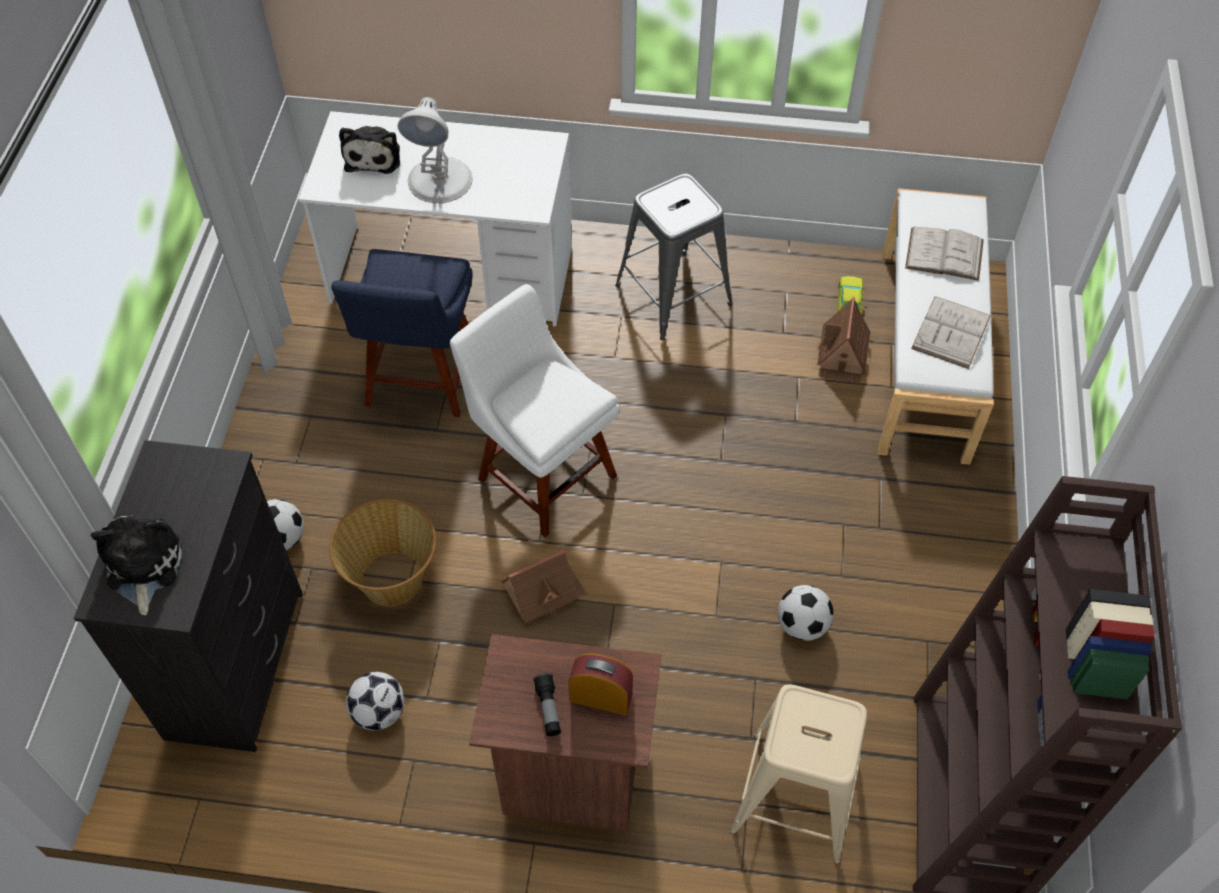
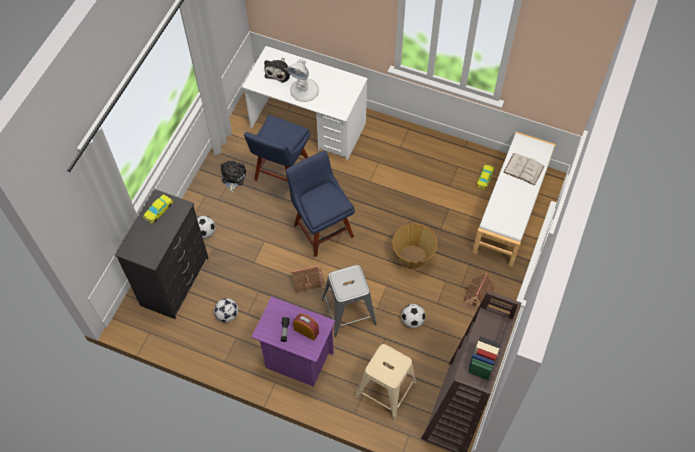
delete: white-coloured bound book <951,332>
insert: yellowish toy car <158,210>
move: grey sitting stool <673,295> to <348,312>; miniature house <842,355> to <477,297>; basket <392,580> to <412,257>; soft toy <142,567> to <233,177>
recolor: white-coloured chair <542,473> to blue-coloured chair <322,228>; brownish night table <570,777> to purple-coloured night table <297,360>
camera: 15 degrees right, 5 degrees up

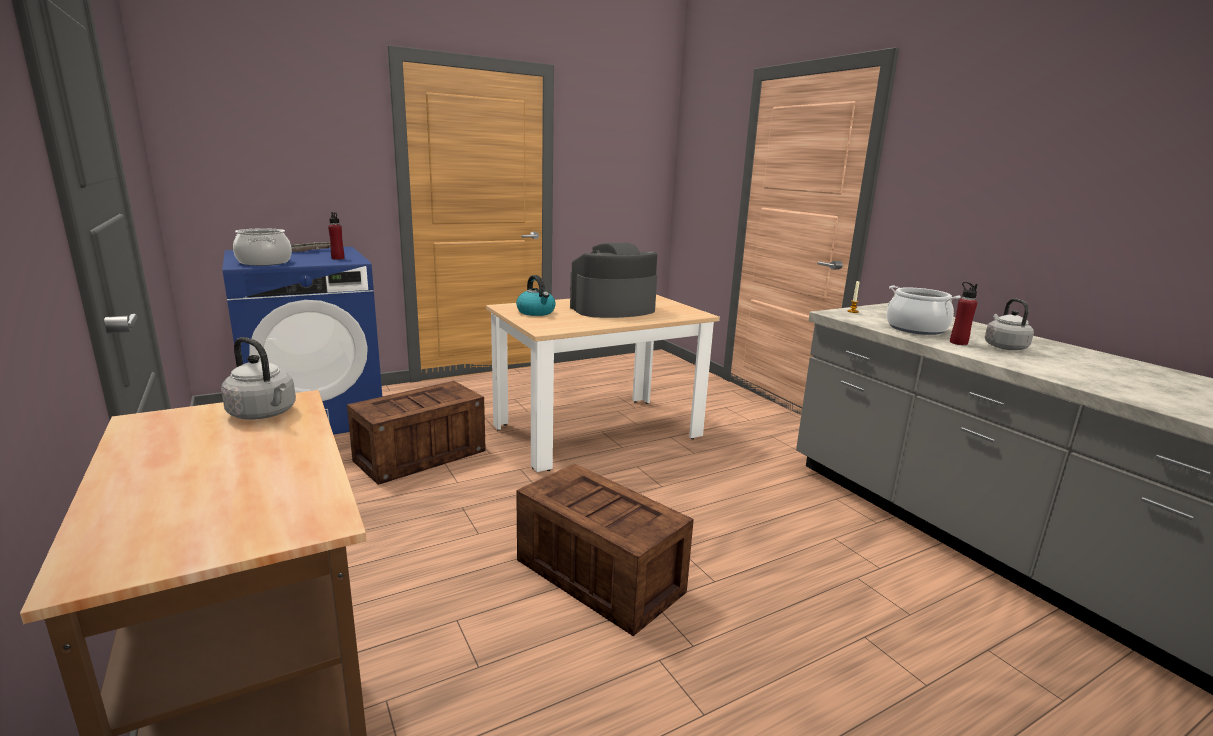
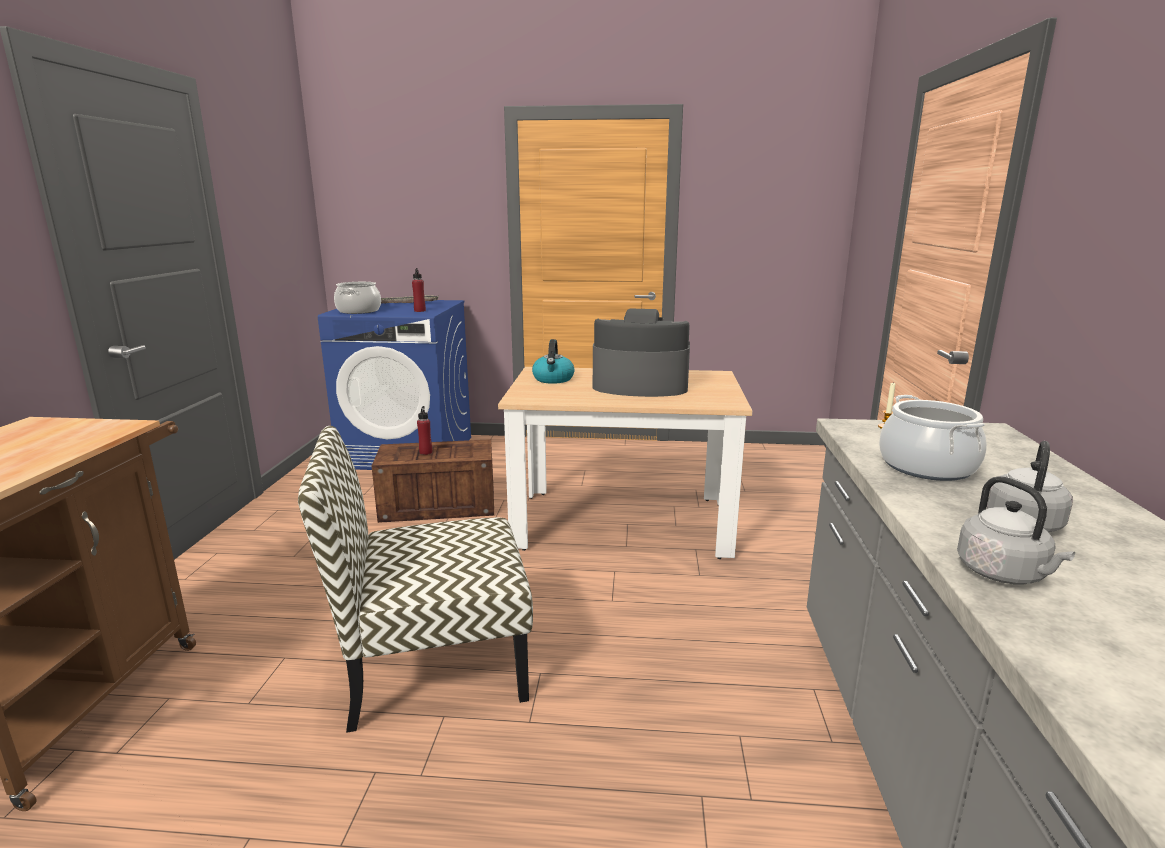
move: red-coloured beverage bottle <958,343> to <426,452>; grey water kettle <264,414> to <1004,574>
replace: packing crate <597,575> to chair <432,666>
camera: 35 degrees right, 0 degrees up

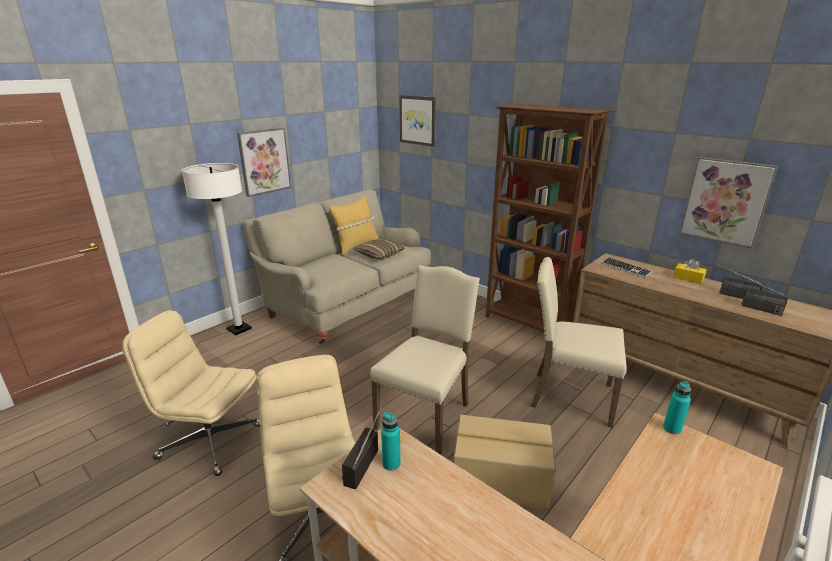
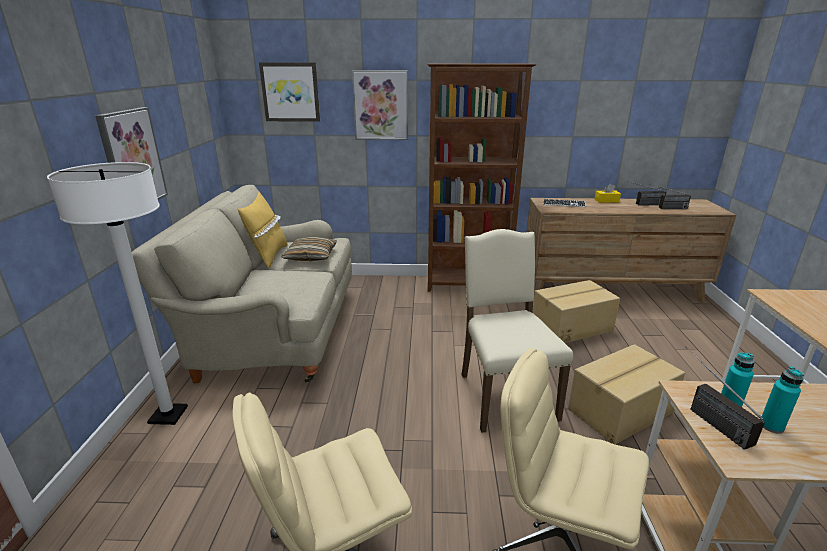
move: picture <725,201> to <380,105>; turquoise beverage bottle <672,428> to <771,426>
replace: beige chair <569,396> to packing box <570,327>
camera: 40 degrees left, 0 degrees up

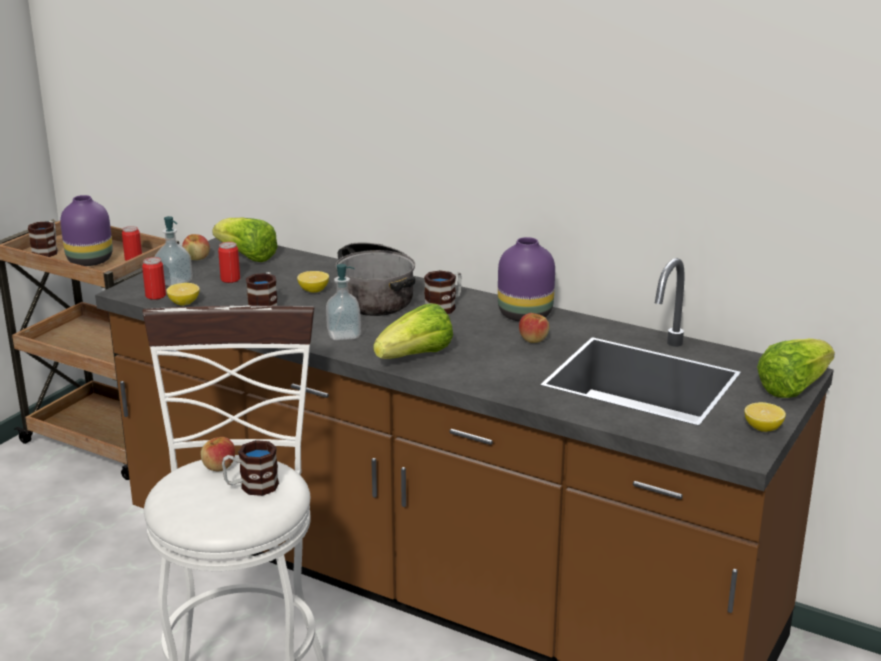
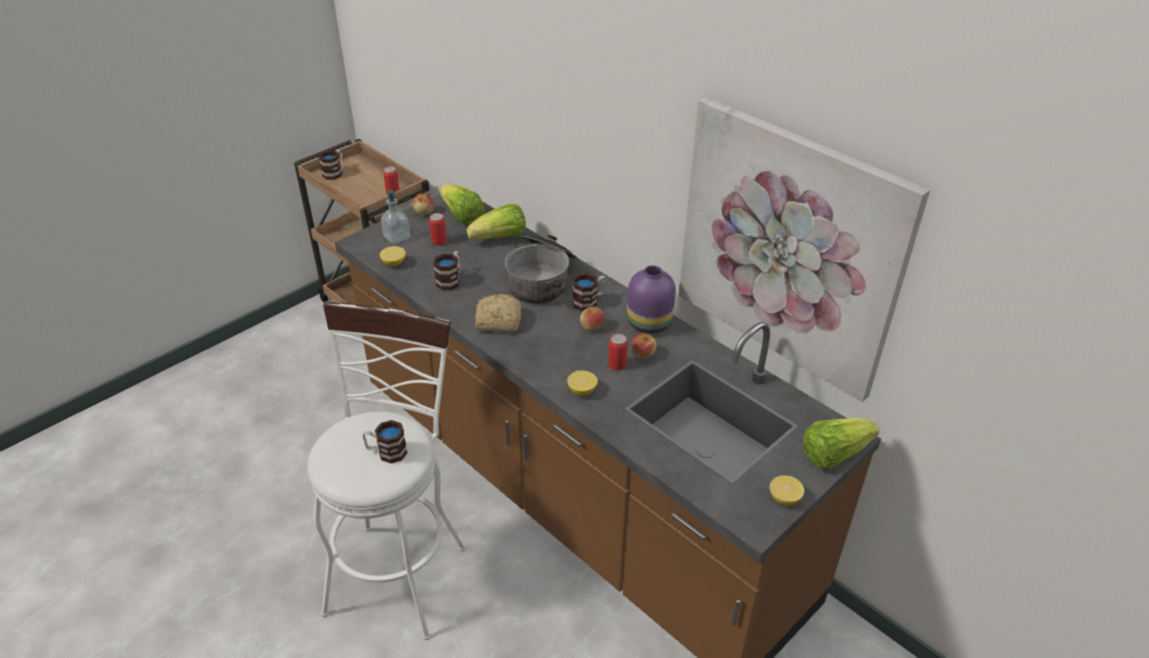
delete: purple-coloured flower vase <91,261>
insert: picture <789,248>
move: sealed can <155,296> to <617,364>; citrus fruit <313,290> to <582,390>; lettuce head <416,356> to <500,238>; whole apple <219,467> to <592,327>
replace: soap bottle <344,335> to bread <497,321>
camera: 15 degrees right, 15 degrees up

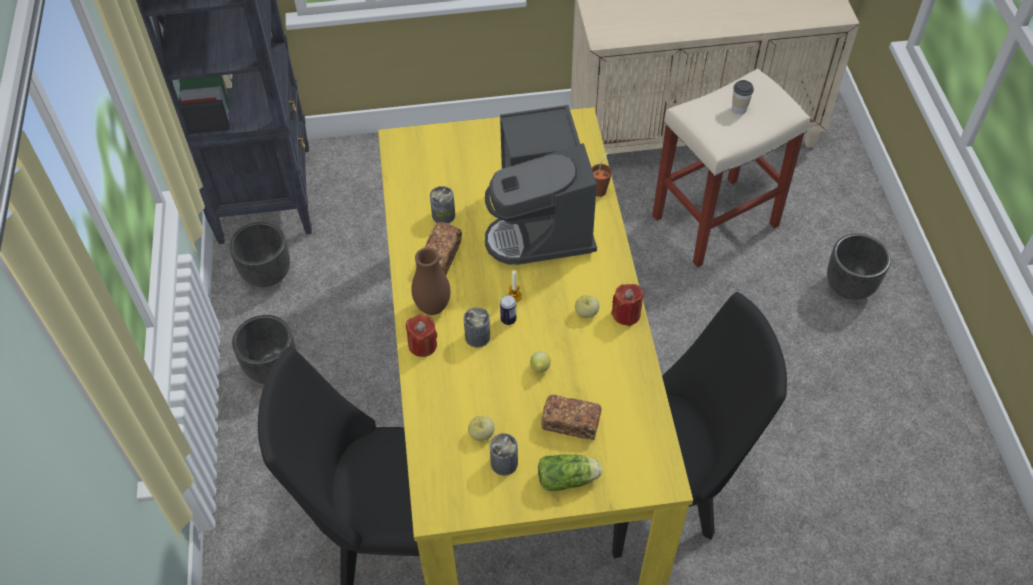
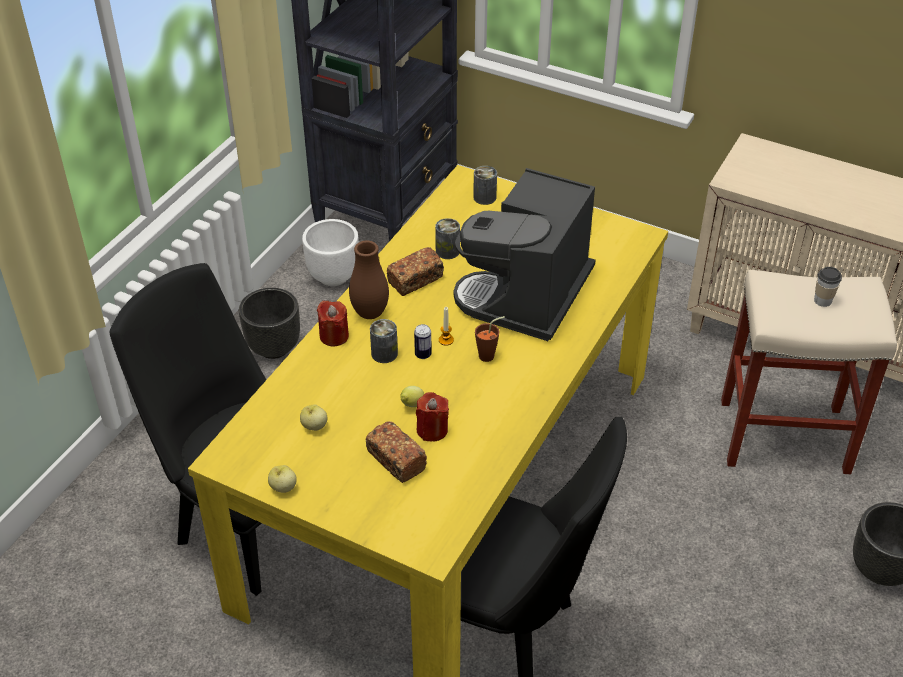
delete: lettuce head <569,479>
move: brownish small cup <601,189> to <490,355>; red-coloured candle <626,314> to <432,430>; whole apple <586,313> to <283,487>; sealed can <504,463> to <484,197>
recolor: blackish plant pot <268,275> to white-coloured plant pot <334,277>
camera: 35 degrees right, 10 degrees down

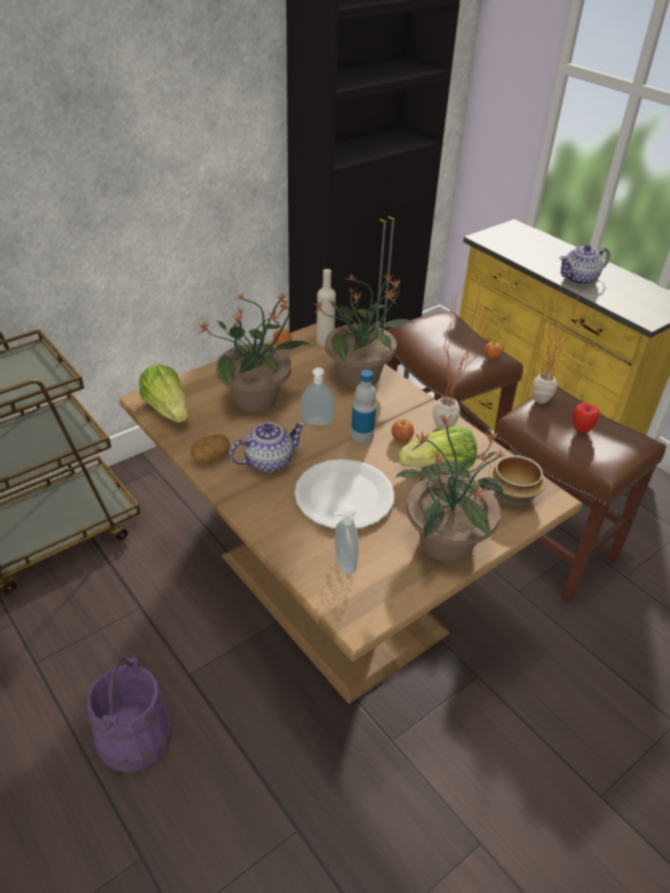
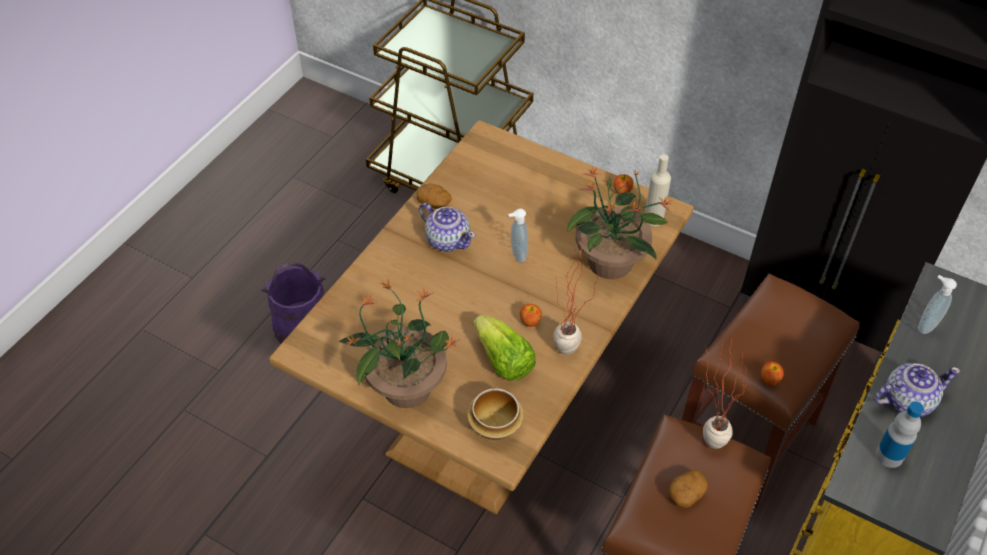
delete: potted plant <257,399>; lettuce head <167,409>; white-coloured plate <344,496>
move: beverage bottle <362,435> to <889,455>; soap bottle <343,564> to <925,325>
replace: whole apple <581,430> to spud <686,493>
rotate: pot for tea <579,279> = <907,400> 120 degrees clockwise
camera: 70 degrees right, 10 degrees up

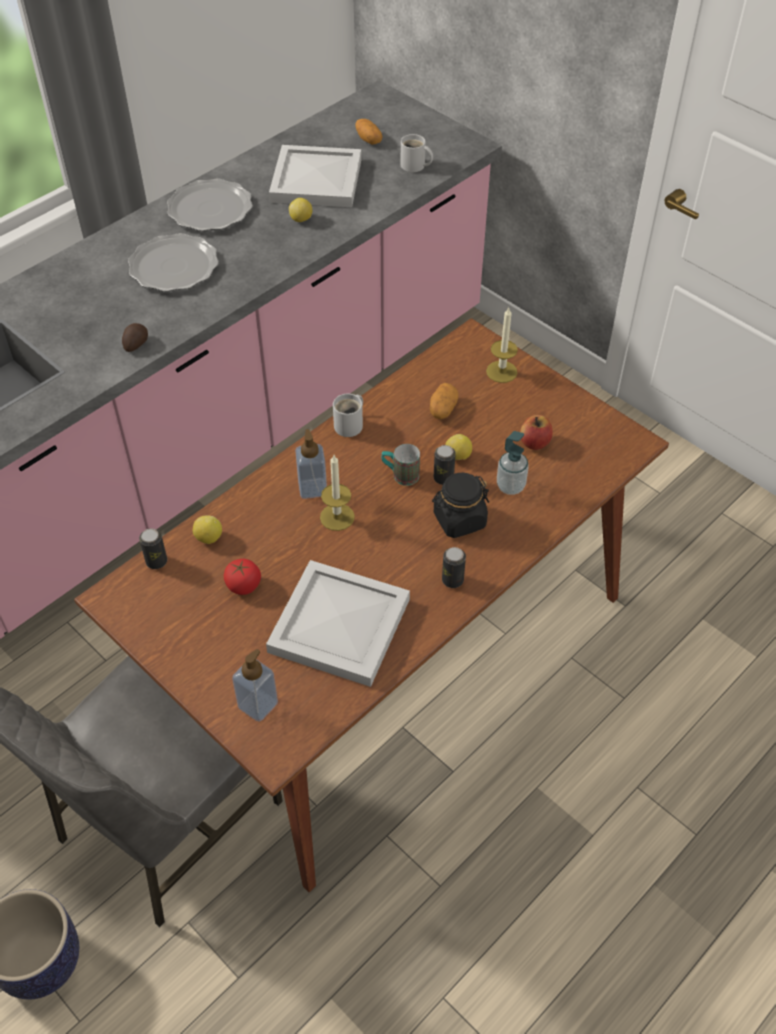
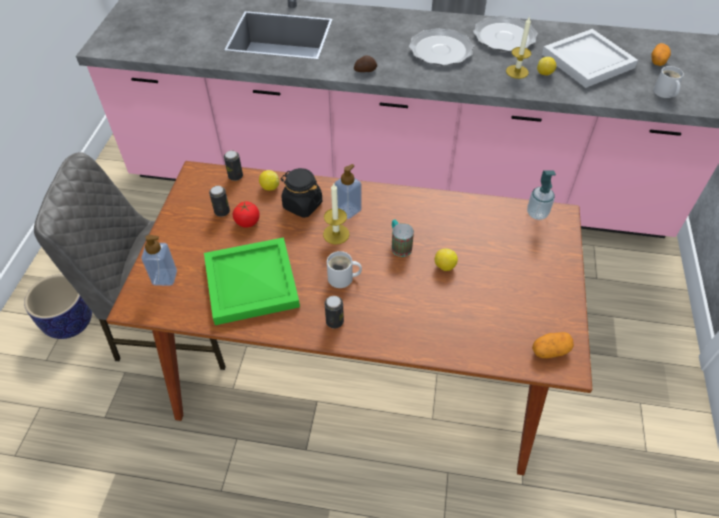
delete: whole apple <535,442>
move: candle <501,371> to <517,72>; spud <442,409> to <550,350>; white-coloured tea mug <351,425> to <343,279>; soap bottle <510,486> to <537,213>; sealed can <443,478> to <222,211>; blackish jar <459,520> to <302,205>
recolor: white-coloured tray <342,624> to green-coloured tray <253,283>
camera: 55 degrees right, 0 degrees up

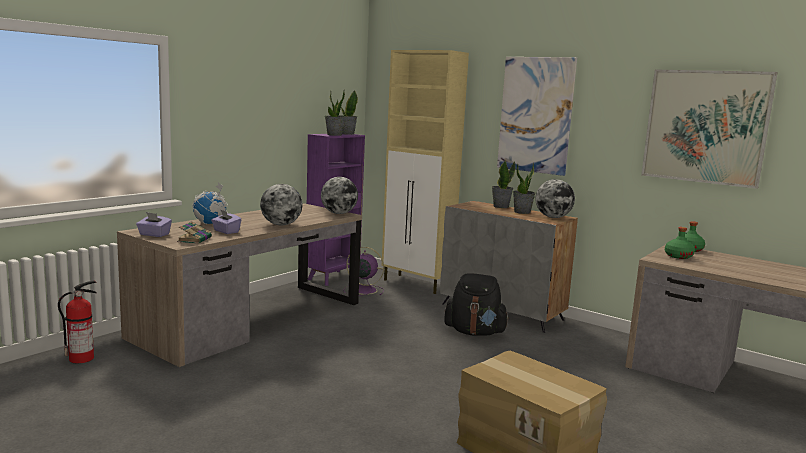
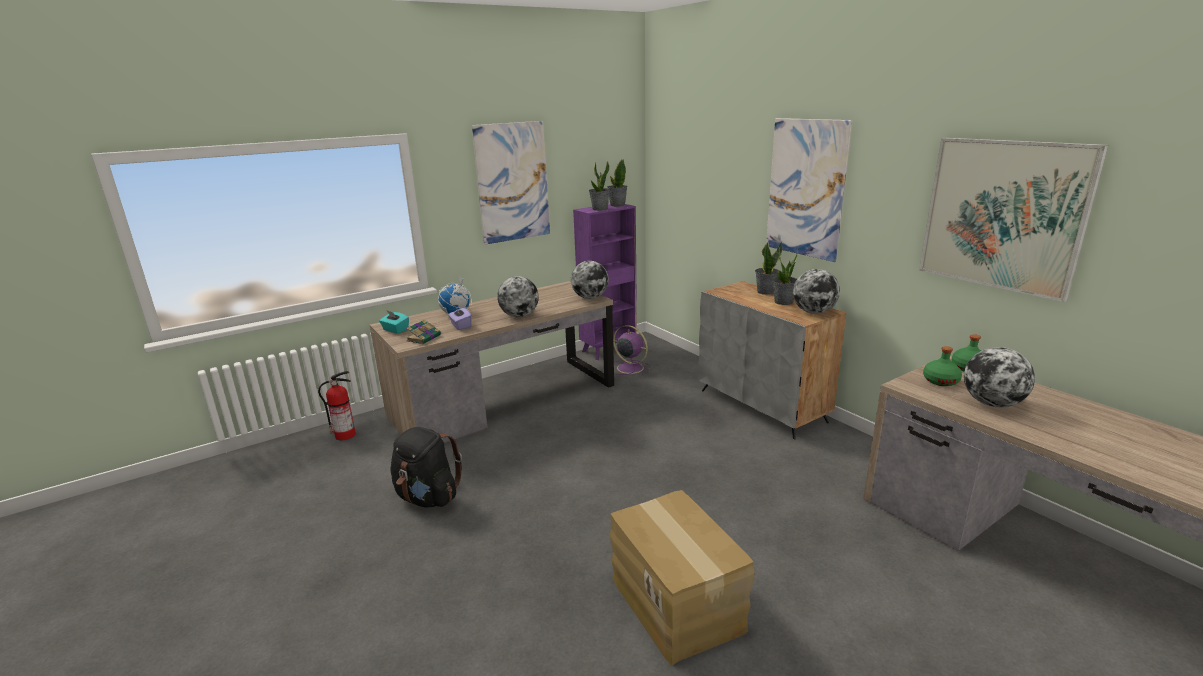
delete: beige cabinet <417,284>
insert: picture <513,182>; desk globe <992,403>
move: blackish knapsack <475,332> to <428,497>
recolor: purple-coloured tissue holder <154,234> to turquoise tissue holder <395,330>
camera: 20 degrees right, 10 degrees up

